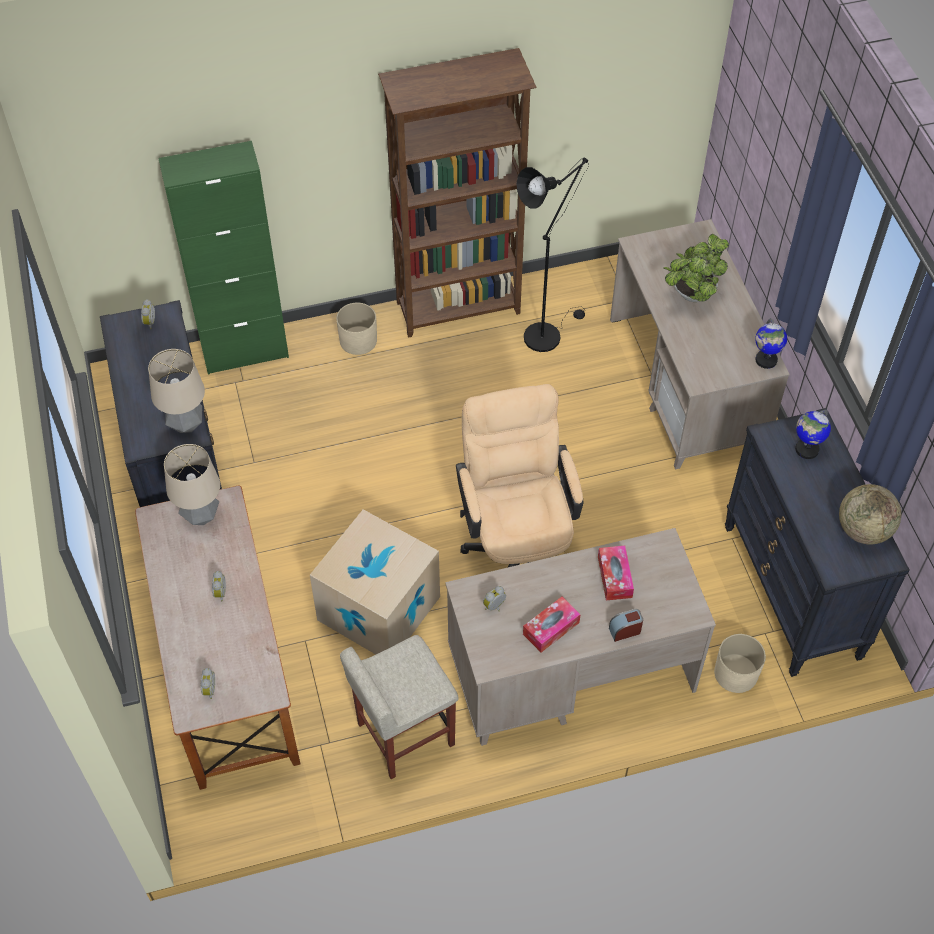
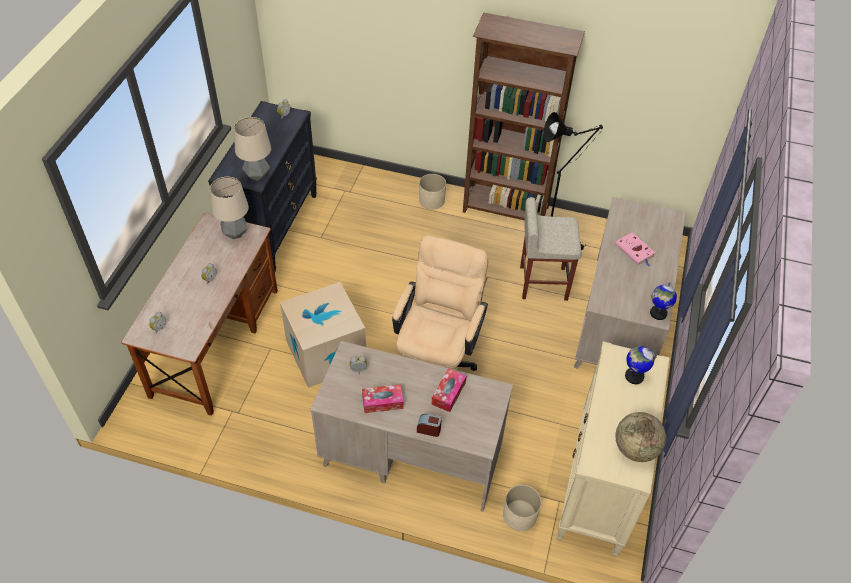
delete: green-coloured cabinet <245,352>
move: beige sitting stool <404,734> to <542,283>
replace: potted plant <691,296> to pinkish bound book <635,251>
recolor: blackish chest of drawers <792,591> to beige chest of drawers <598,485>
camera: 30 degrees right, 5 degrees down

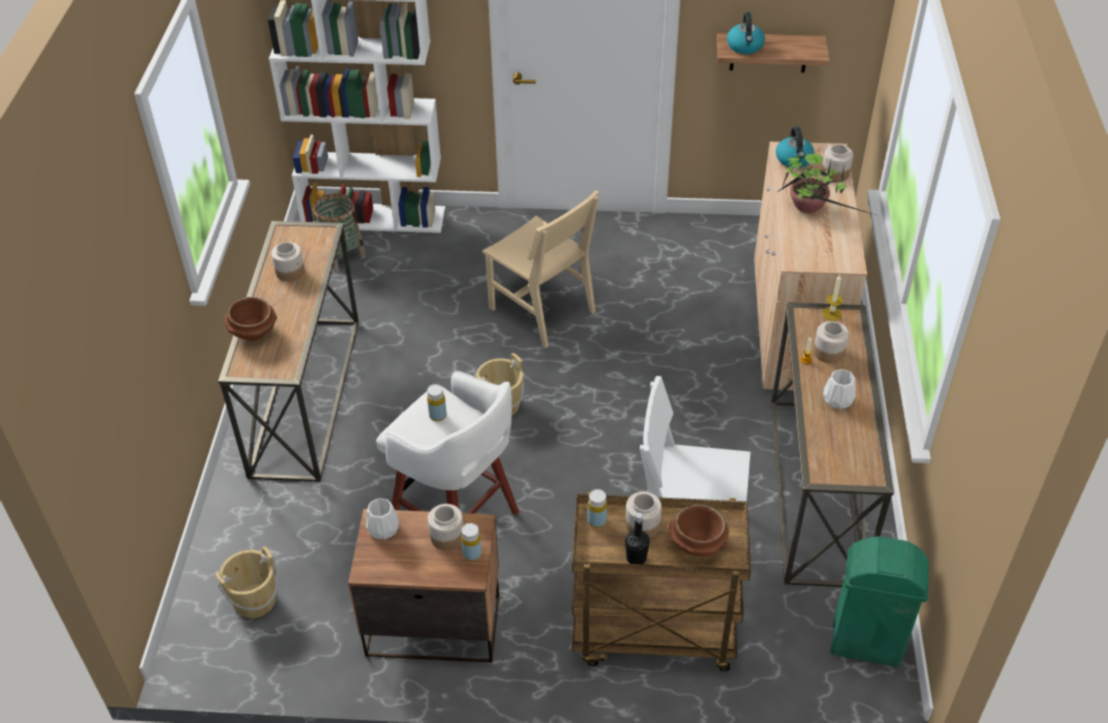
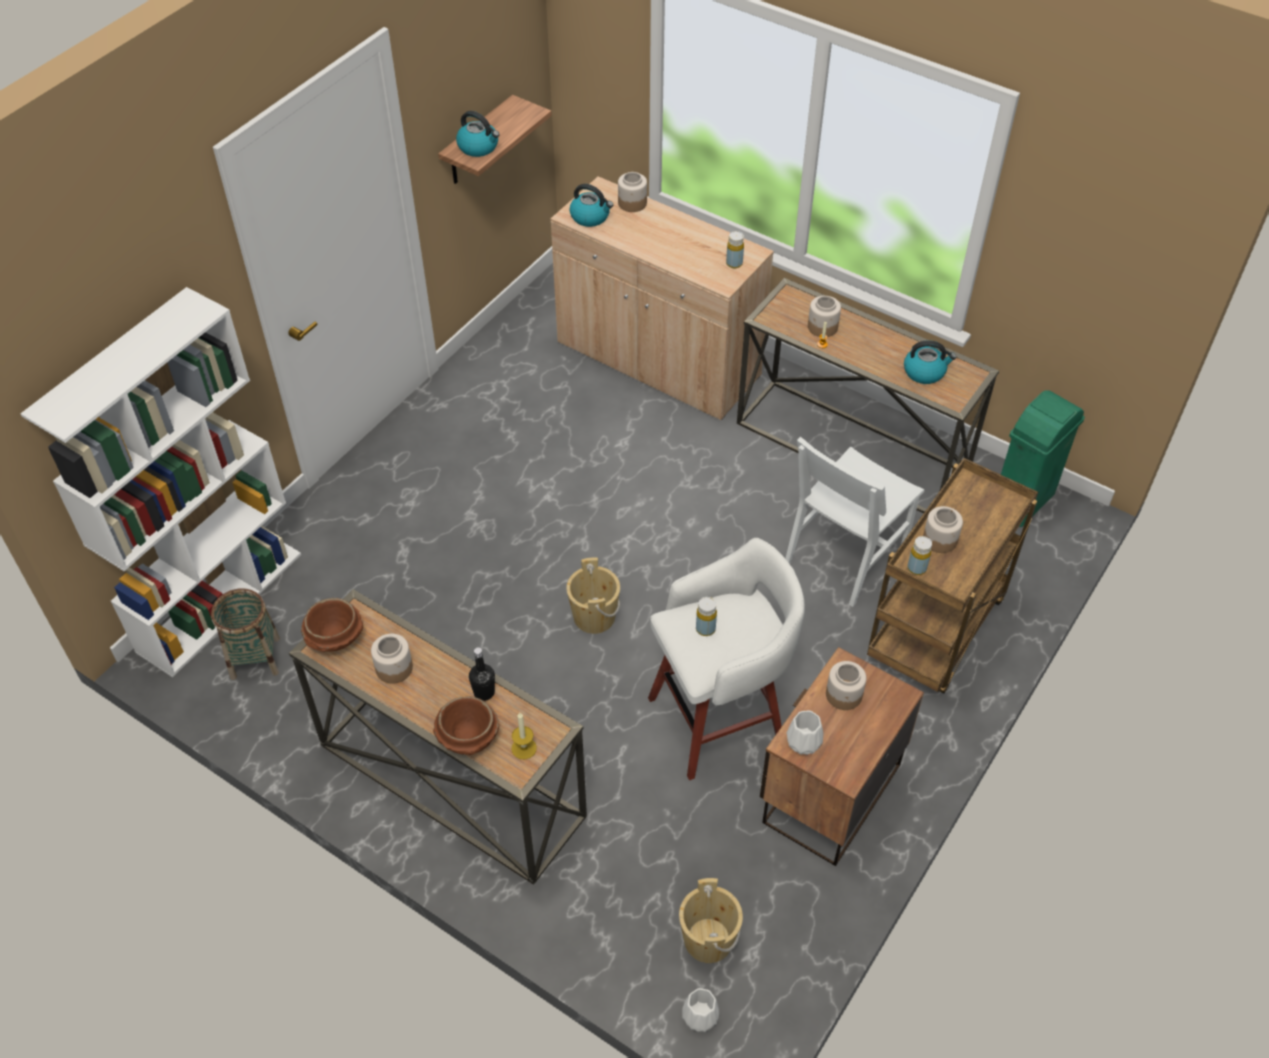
delete: potted plant <809,209>; beige chair <541,310>
insert: water kettle <925,372>
move: candle <831,313> to <524,748>; white-coloured flower vase <837,400> to <699,1017>; brownish serving bowl <697,543> to <335,638>; blackish beverage bottle <636,558> to <484,692>; yellowish beverage bottle <472,554> to <734,263>
camera: 60 degrees left, 5 degrees up

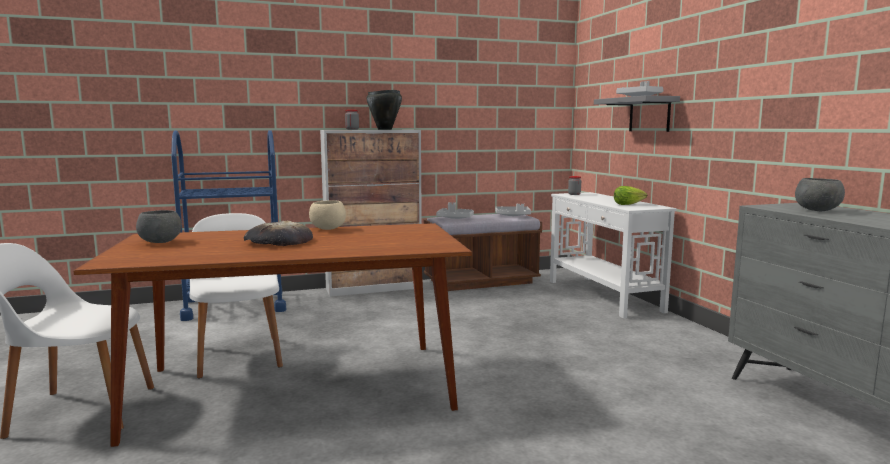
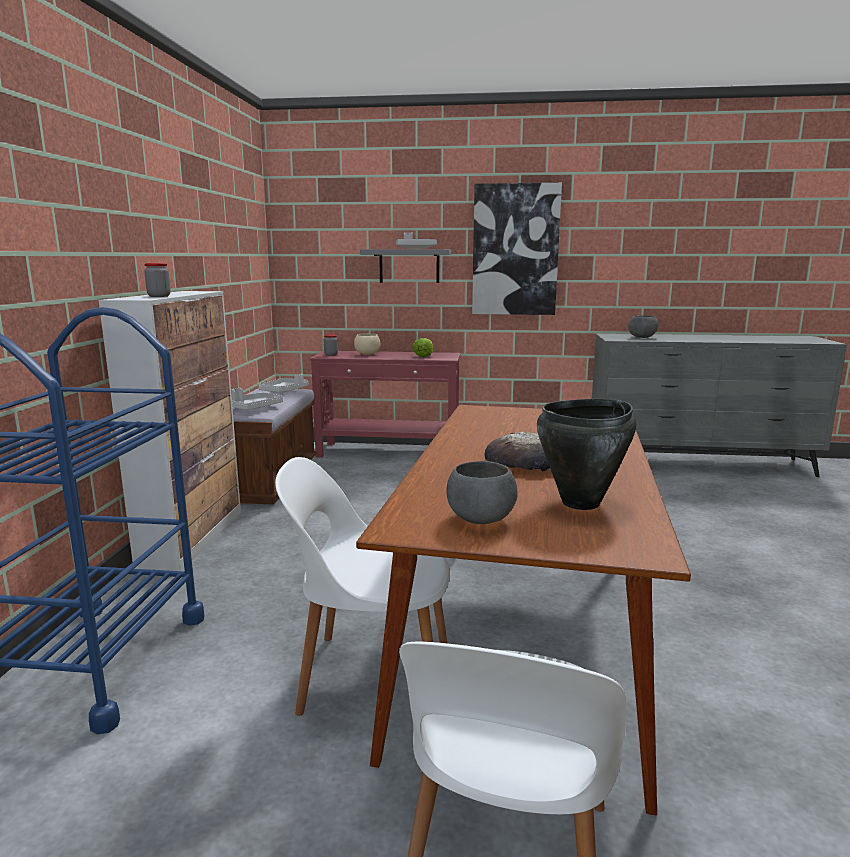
insert: picture <515,250>
move: blackish stockpot <384,129> to <581,503>; beige serving bowl <328,229> to <367,354>
recolor: white-coloured narrow table <603,296> to red-coloured narrow table <389,452>
camera: 65 degrees left, 5 degrees up

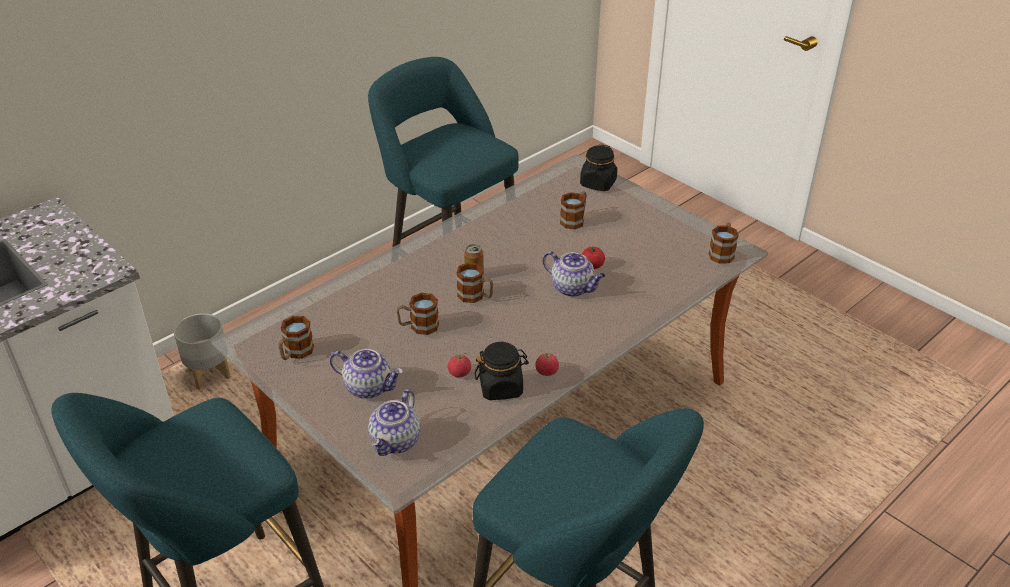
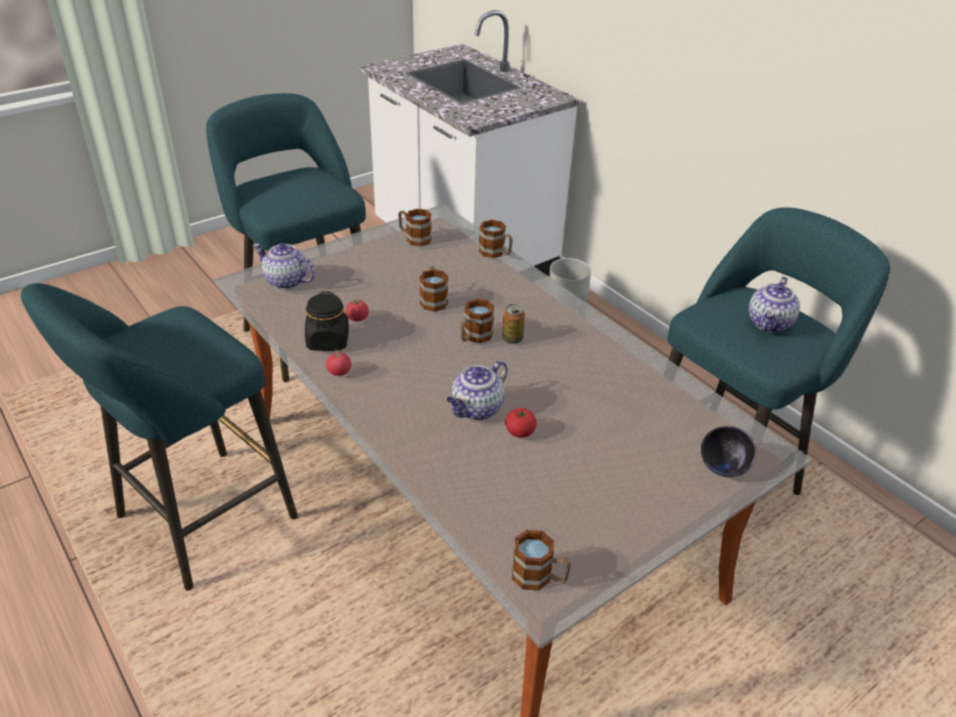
move: tea mug <574,219> to <496,253>; pot for tea <369,387> to <770,323>
replace: blackish jar <598,183> to blackish serving bowl <723,468>
camera: 95 degrees right, 0 degrees up

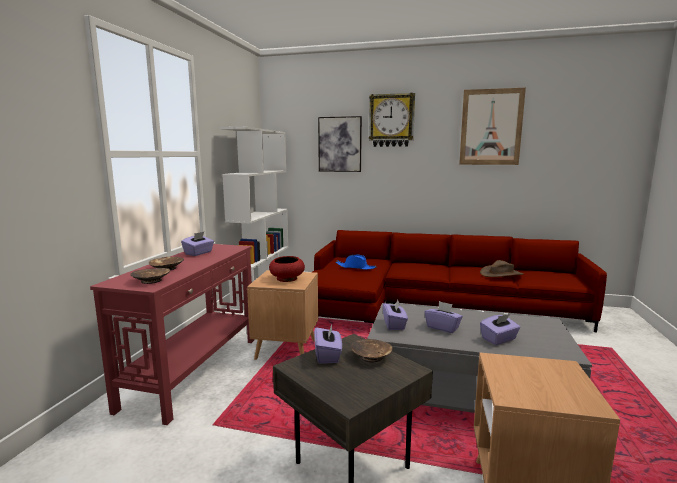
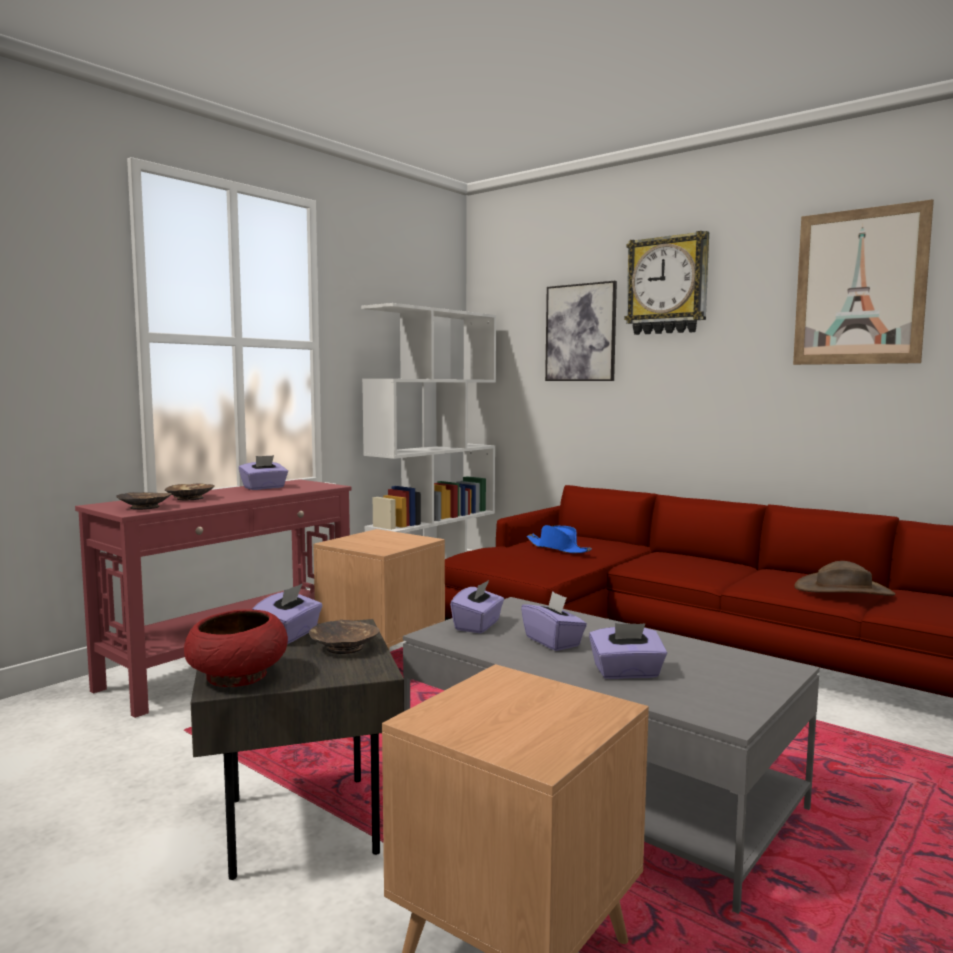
move: red-coloured serving bowl <287,279> to <237,677>
camera: 25 degrees right, 5 degrees down

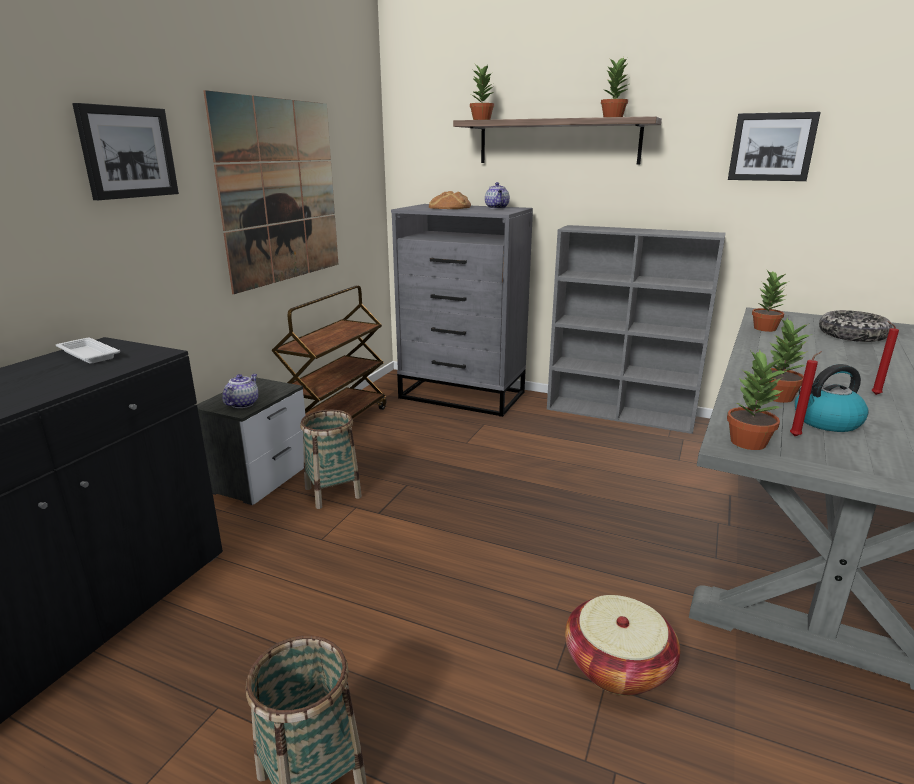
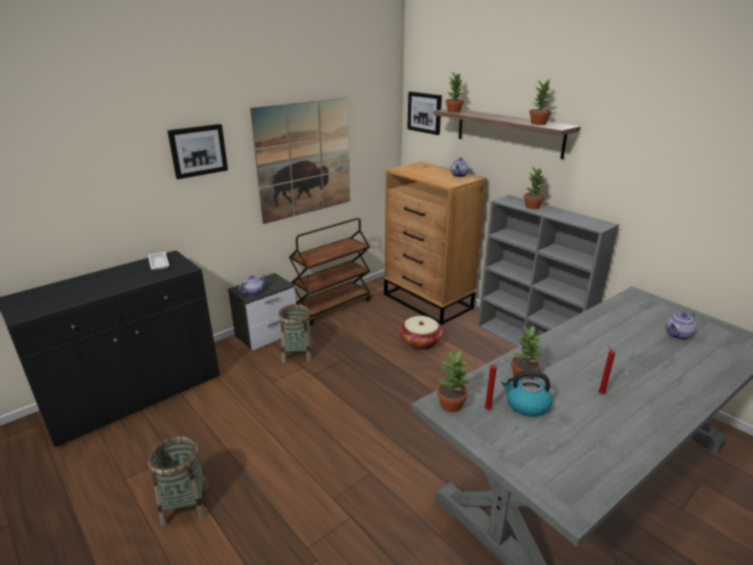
delete: bread <450,207>
move: picture <772,147> to <425,112>; potted plant <764,328> to <532,206>; basket <618,666> to <420,342>
replace: serving bowl <852,335> to pot for tea <677,335>
recolor: grey chest of drawers <463,395> to brownish chest of drawers <428,301>
camera: 25 degrees right, 5 degrees up

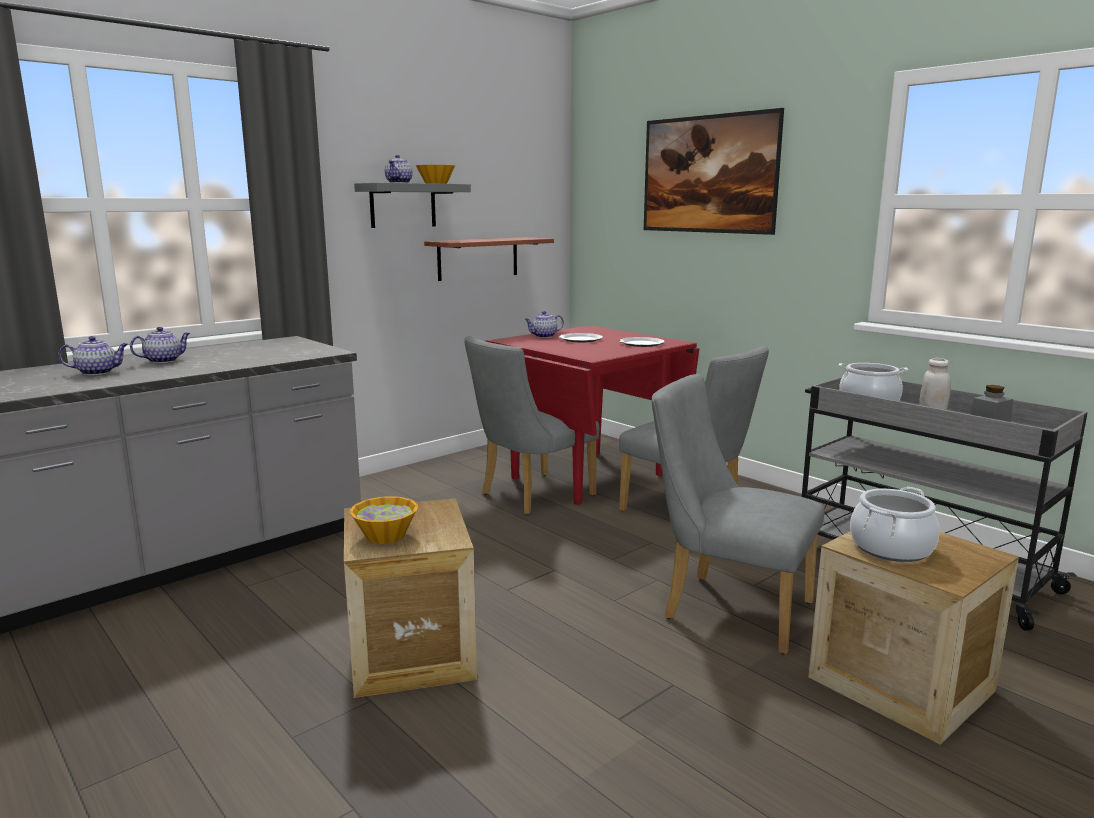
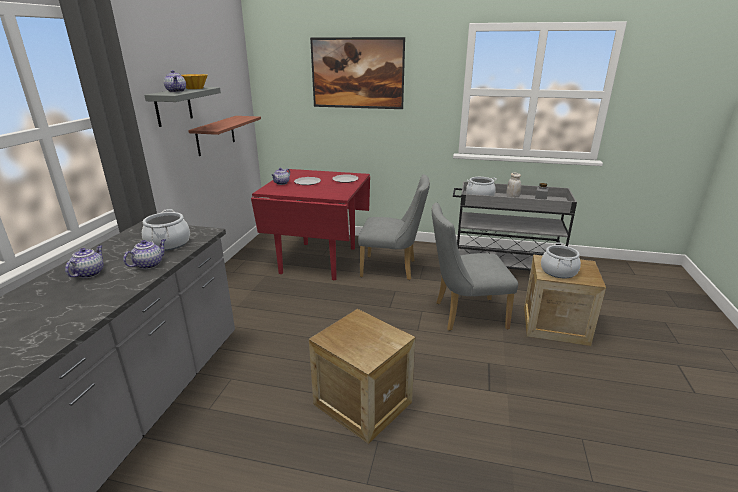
delete: grey chair <530,496>; serving bowl <386,536>
insert: stockpot <168,243>
move: pot for tea <98,372> to <149,264>
camera: 35 degrees left, 10 degrees up

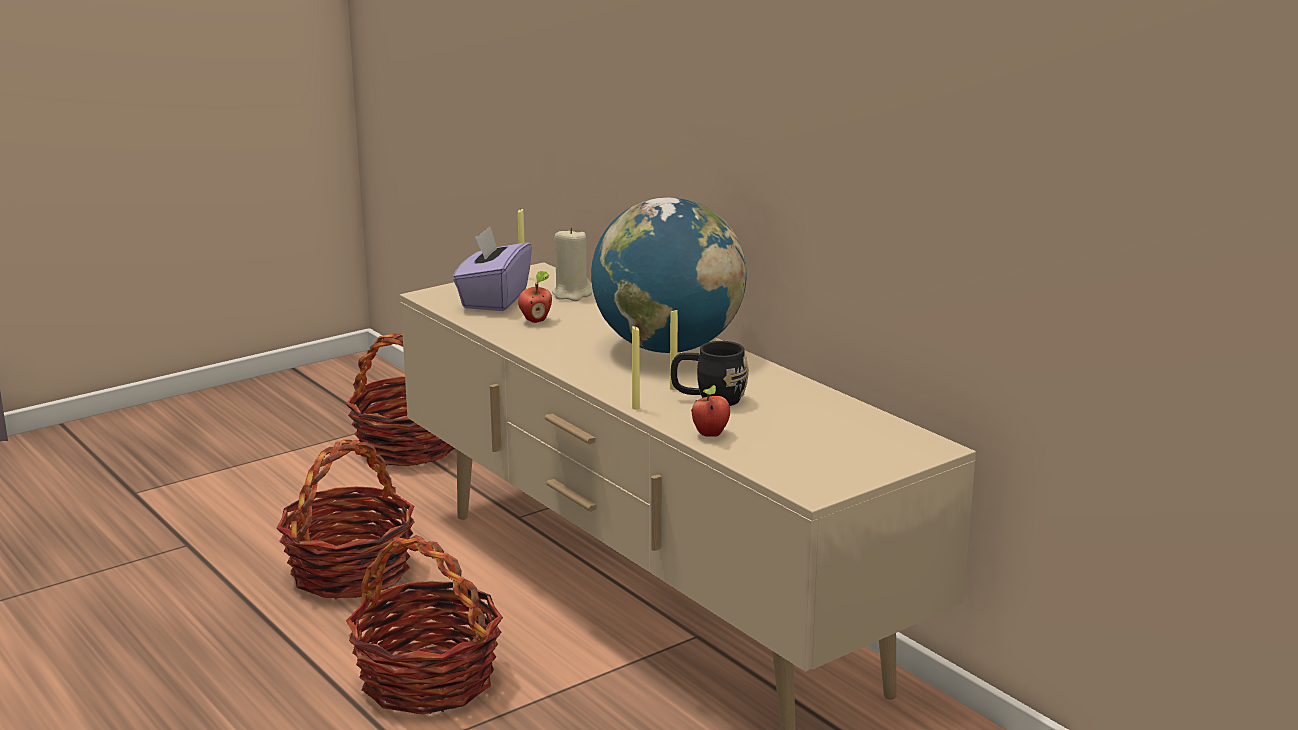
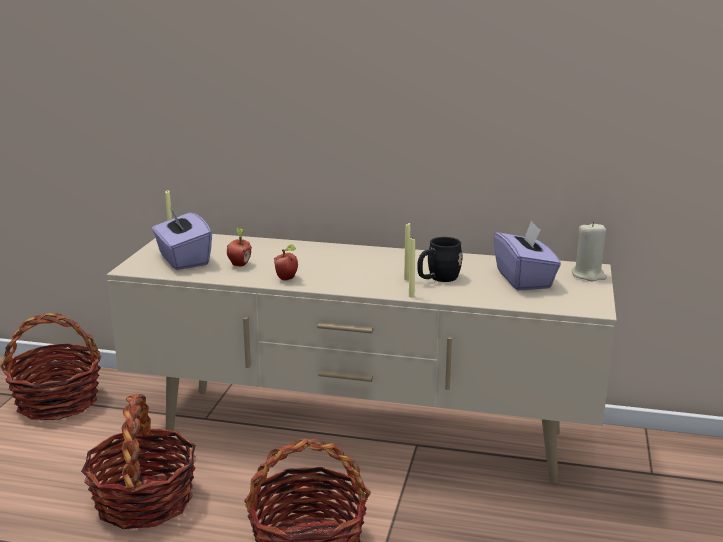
delete: desk globe <668,348>
insert: purple-coloured tissue holder <524,279>
move: beige candle <572,294> to <588,275>; whole apple <711,434> to <287,278>
camera: 40 degrees left, 0 degrees up

